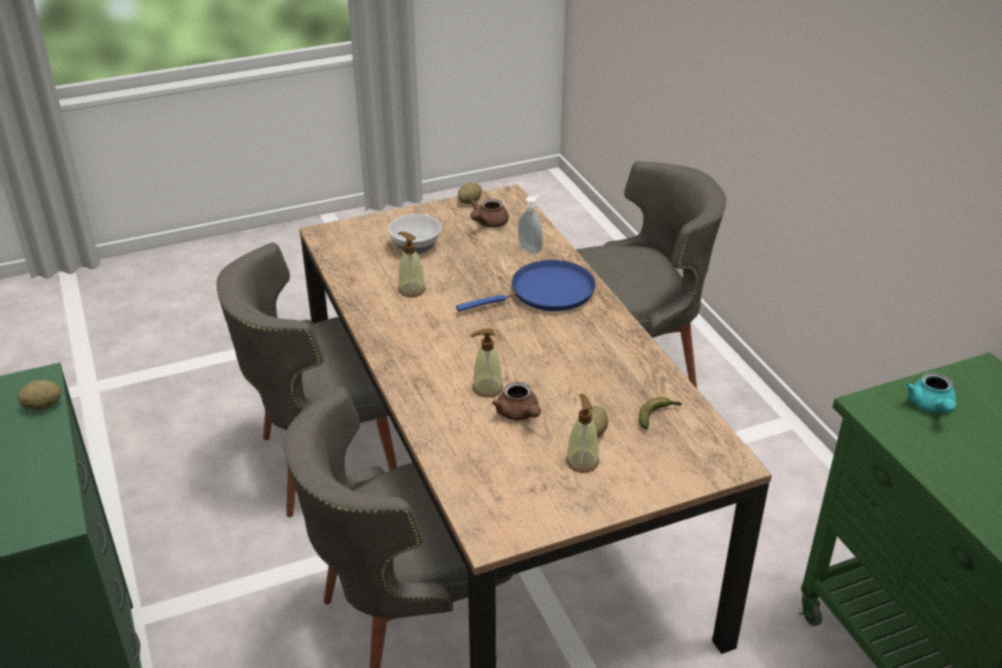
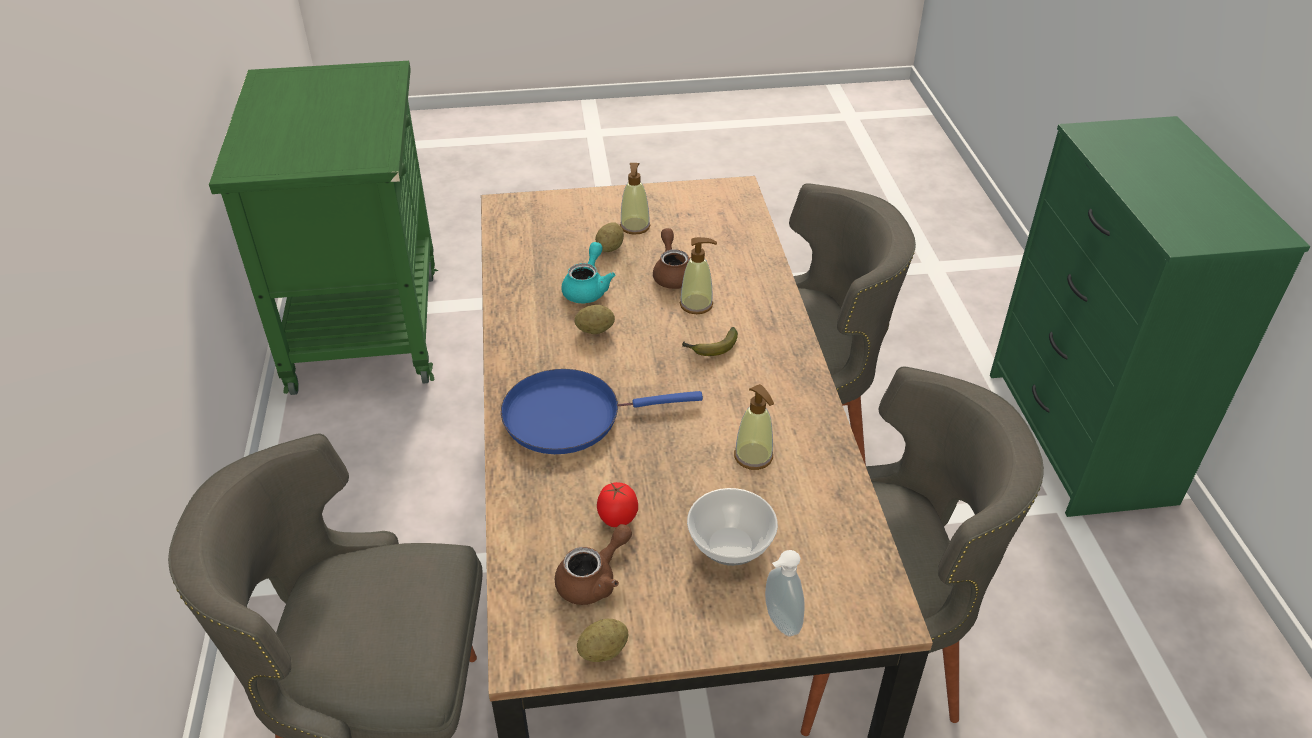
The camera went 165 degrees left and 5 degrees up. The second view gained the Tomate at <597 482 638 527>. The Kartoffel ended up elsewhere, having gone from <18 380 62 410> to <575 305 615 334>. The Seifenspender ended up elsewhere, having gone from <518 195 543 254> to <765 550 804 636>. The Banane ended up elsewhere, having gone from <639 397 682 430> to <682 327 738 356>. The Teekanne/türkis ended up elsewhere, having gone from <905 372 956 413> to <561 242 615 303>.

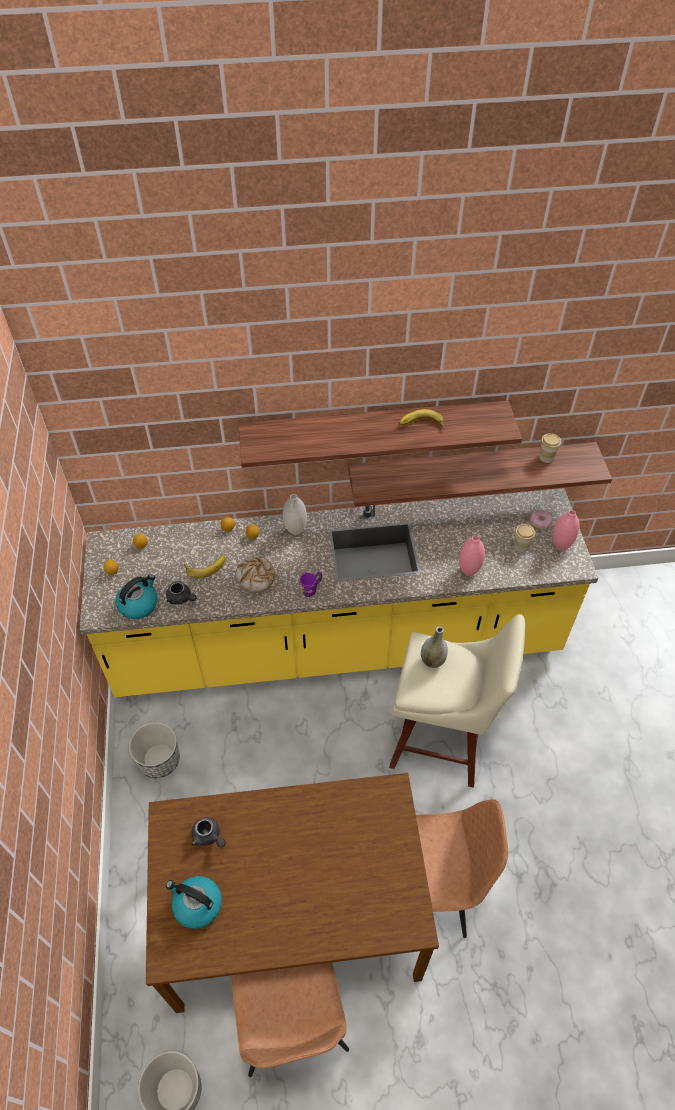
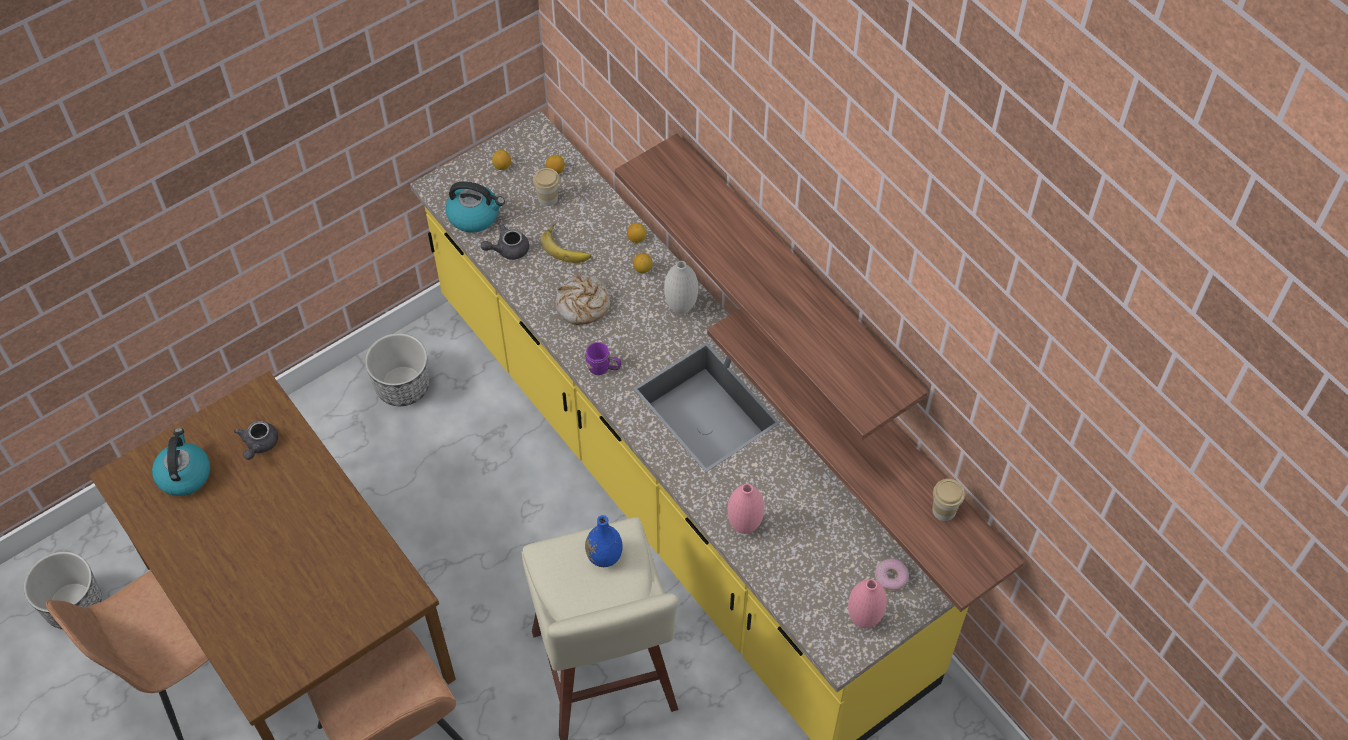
The camera went 60 degrees right and 5 degrees up. The second view lost the Banane at <399 409 444 429>. The Tasse ended up elsewhere, having gone from <514 524 535 552> to <533 168 560 206>. What was the Vase/grau at <421 626 448 668> turned into the Vase/blau at <585 515 623 567>. The Teekanne/grau at <166 581 197 604> ended up facing another way, 60 degrees clockwise from before.

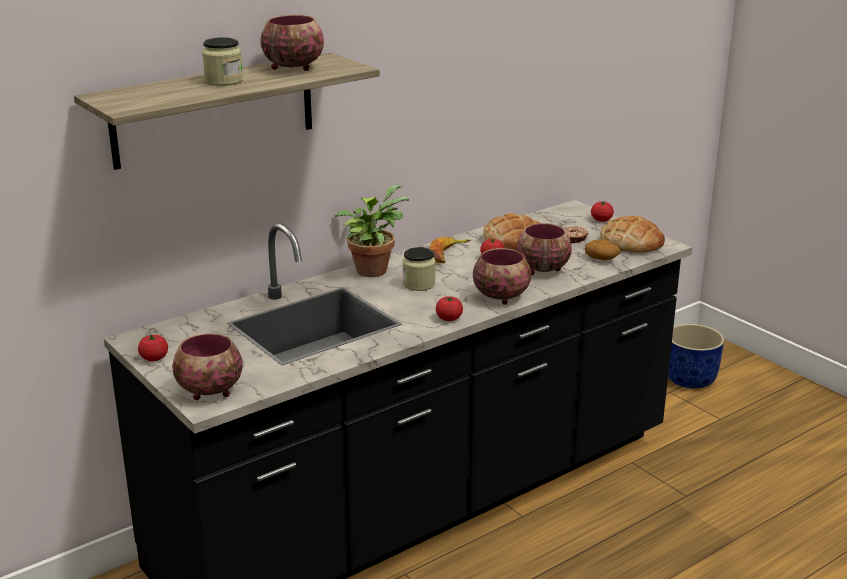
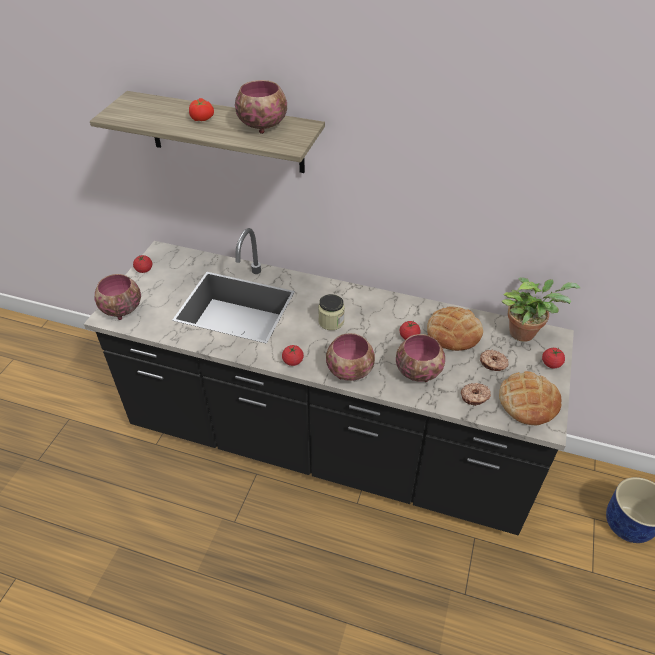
The camera went 55 degrees right and 20 degrees up. The second view lost the Banane at <430 237 471 263>. The Topfpflanze ended up elsewhere, having gone from <334 184 409 277> to <502 277 580 342>. Where the Vorratsglas stood at <202 38 243 86>, the Tomate came to stand at <189 98 214 121>. Where the Kartoffel stood at <585 240 620 260>, the Donut came to stand at <461 383 491 406>.

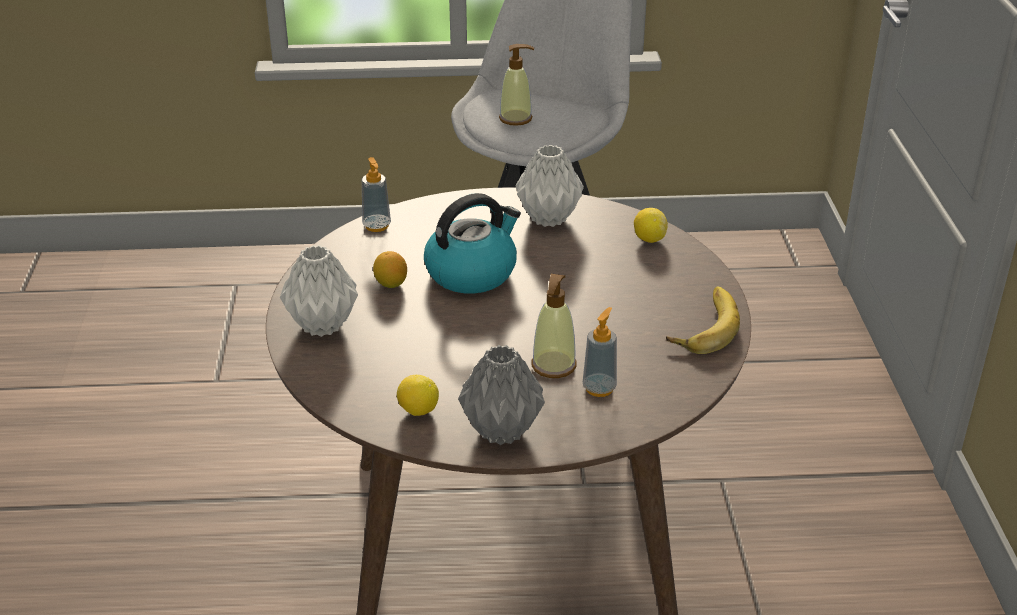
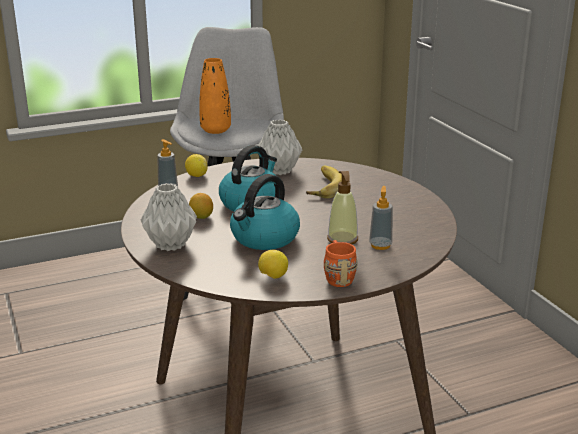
The camera went 20 degrees left and 10 degrees down. The second view gained the Wasserkessel at <230 174 300 250>. The Zitrone ended up elsewhere, having gone from <634 208 668 243> to <185 154 208 177>. The Banane ended up elsewhere, having gone from <666 287 740 354> to <306 166 342 198>. Where the Vase/grau stood at <458 345 545 445>, the Henkelbecher/orange came to stand at <324 240 358 287>. Where the Seifenspender stood at <499 44 534 126>, the Vase/orange came to stand at <199 58 231 134>.

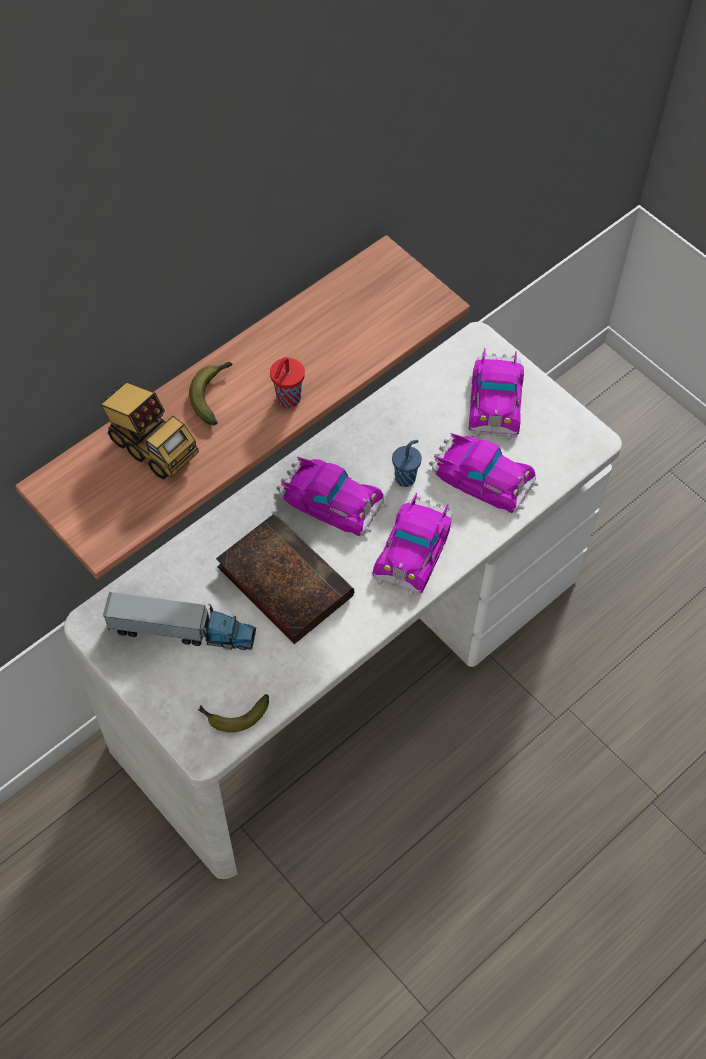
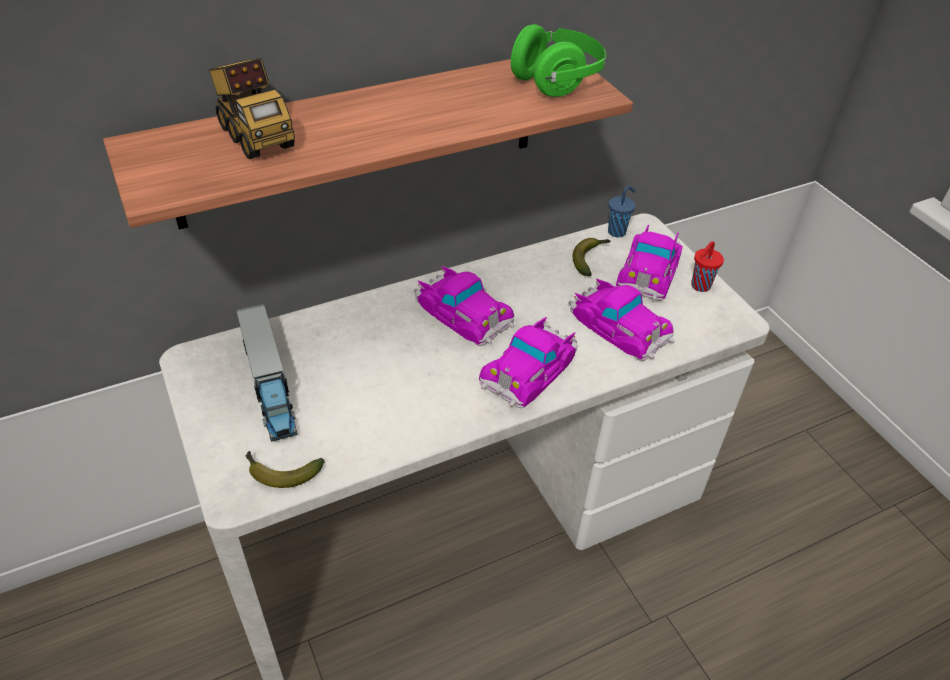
The camera went 15 degrees right and 15 degrees down. The second view lost the Buch at <216 514 354 644>. The second view gained the Kopfhörer/grün at <511 24 606 97>. The Banane ended up elsewhere, having gone from <189 362 233 425> to <573 238 610 276>. The Tasse/rot ended up elsewhere, having gone from <270 357 305 408> to <691 241 724 292>. The Tasse/blau ended up elsewhere, having gone from <392 440 422 487> to <608 186 636 237>. The Spielzeuglaster at <103 592 256 650> ended up facing another way, 45 degrees clockwise from before.

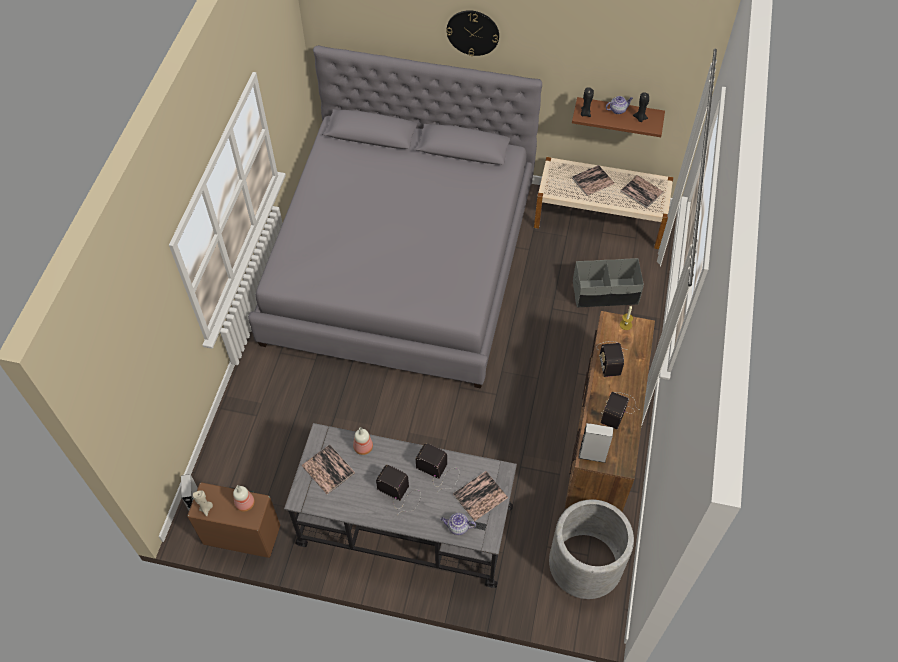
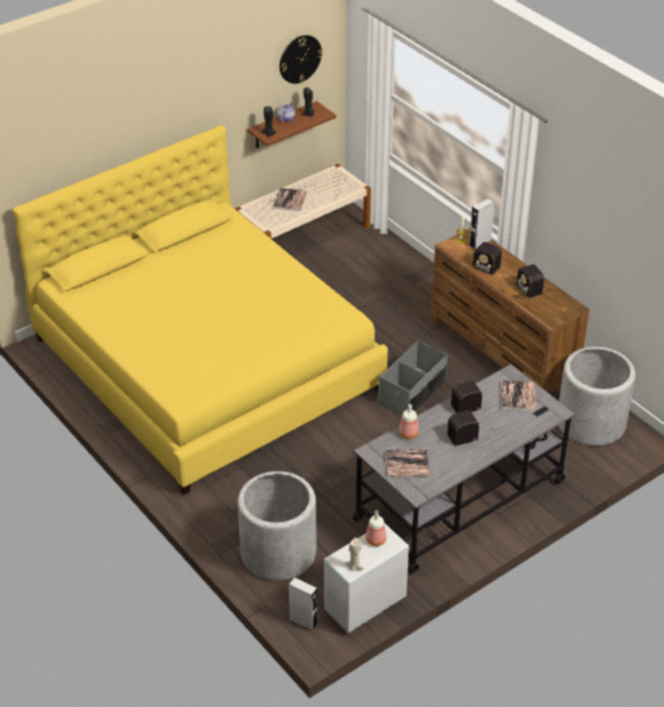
The camera went 50 degrees left and 15 degrees down. The second view lost the Teekanne at <441 513 476 535>. The second view lost the Buch at <621 175 664 208>. The second view gained the Pflanzkübel/grau at <238 471 317 581>. The Wanduhr ended up elsewhere, having gone from <446 10 499 56> to <279 35 323 84>. The Aufbewahrungsbox/grau ended up elsewhere, having gone from <573 258 644 308> to <378 341 448 415>. The Lautsprecher/grau ended up elsewhere, having gone from <579 423 614 463> to <469 198 495 249>. What was the Nachttisch/braun at <187 482 280 558> turned into the Nachttisch/weiß at <324 523 409 633>. What was the Bett/grau at <248 45 542 389> turned into the Bett/gelb at <13 125 388 495>.

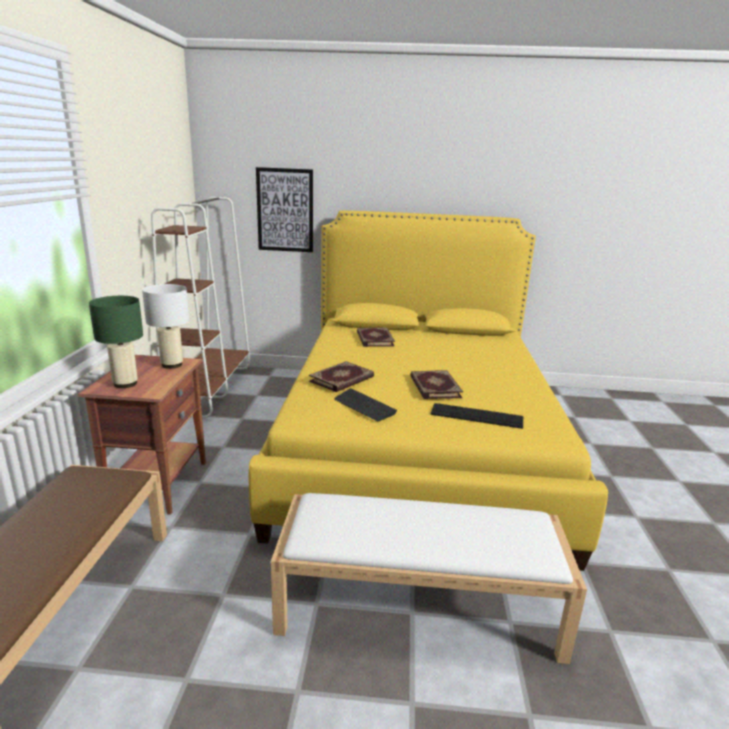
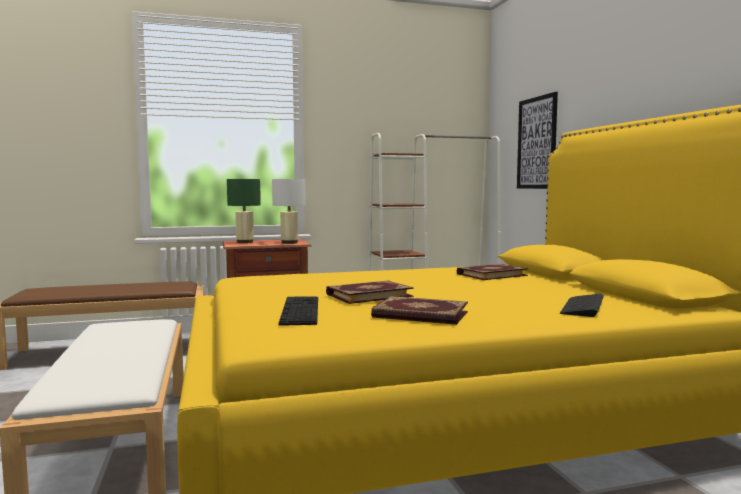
The camera went 70 degrees right and 15 degrees down. The Buch ended up elsewhere, having gone from <309 361 374 392> to <371 296 468 325>. The Tastatur ended up elsewhere, having gone from <334 388 397 421> to <560 294 604 317>.

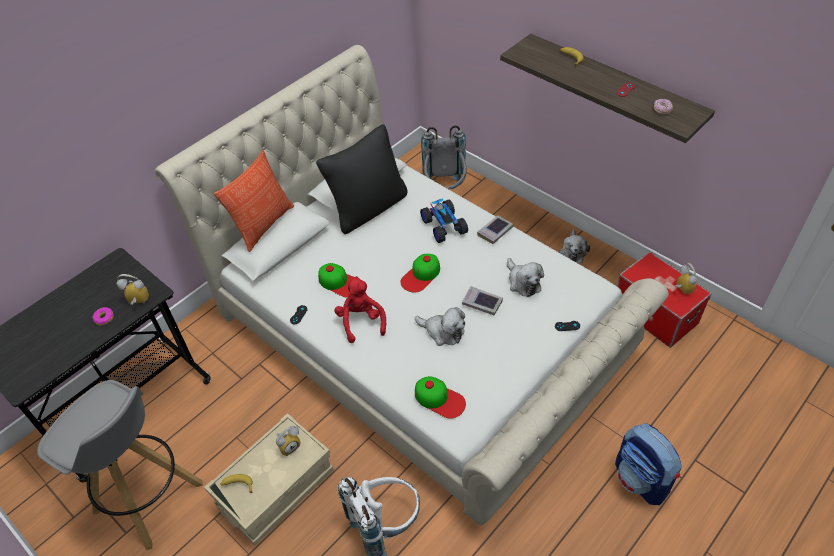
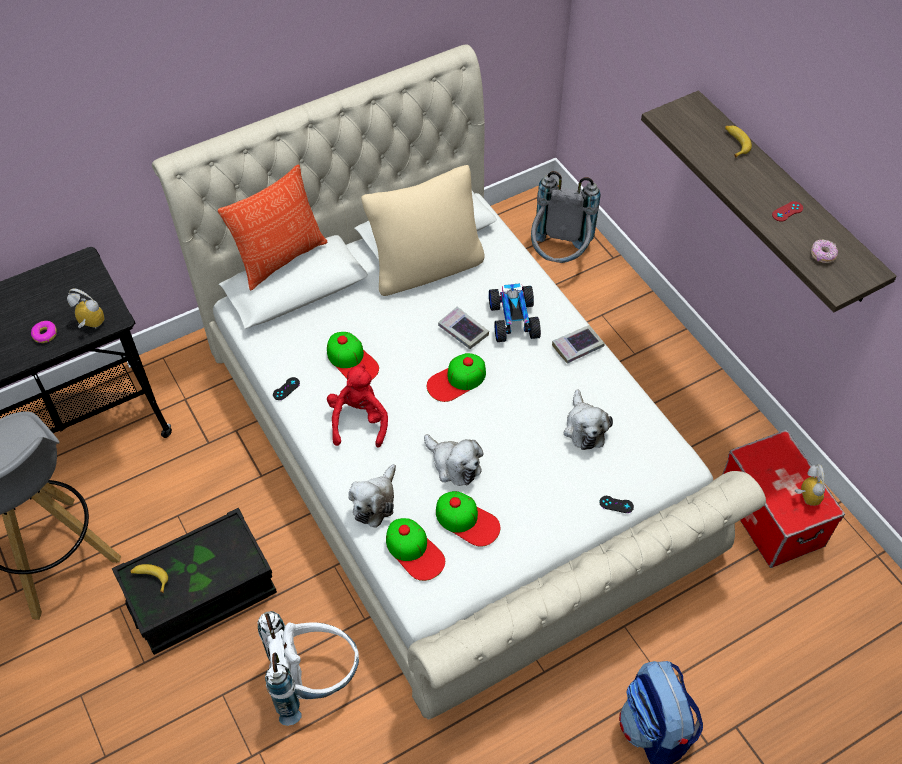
The camera went 15 degrees right and 5 degrees up. The second view lost the Wecker at <276 426 300 456>. The second view gained the Kappe at <436 491 500 547>. The Buch ended up elsewhere, having gone from <462 286 503 315> to <438 307 489 349>. The Plüschtier ended up elsewhere, having gone from <559 230 590 264> to <348 464 396 528>. What was the Aufbewahrungsbox/beige at <204 413 334 545> turned into the Aufbewahrungsbox/schwarz at <112 508 277 655>. What was the Kissen/schwarz at <316 124 407 234> turned into the Kissen/beige at <361 165 485 296>.

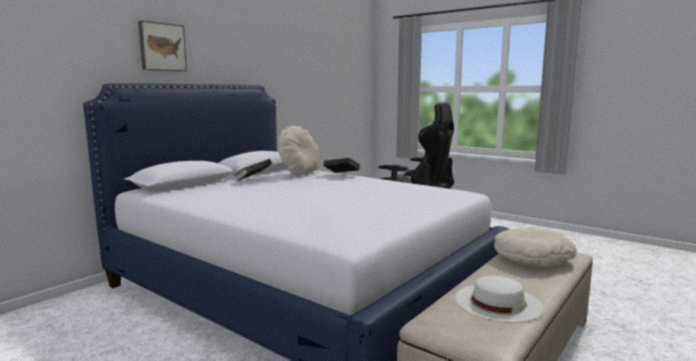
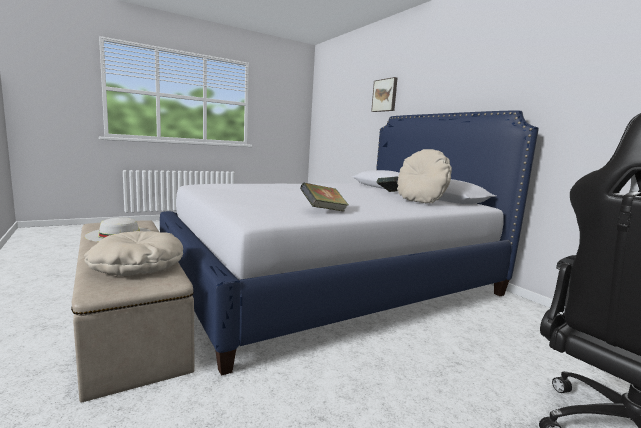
The camera went 110 degrees right and 0 degrees up. The Bild ended up elsewhere, having gone from <138 20 187 71> to <371 77 398 112>. The Buch ended up elsewhere, having gone from <323 158 360 173> to <300 182 349 212>.

